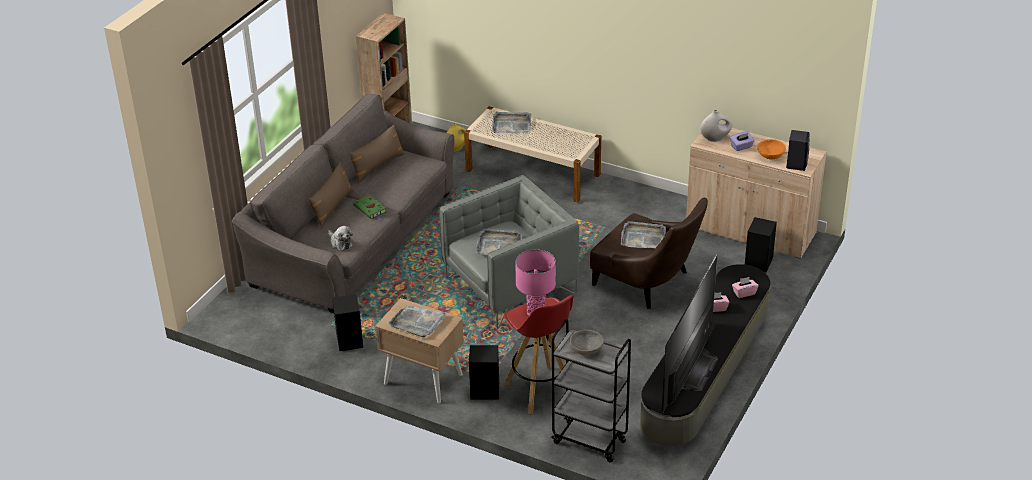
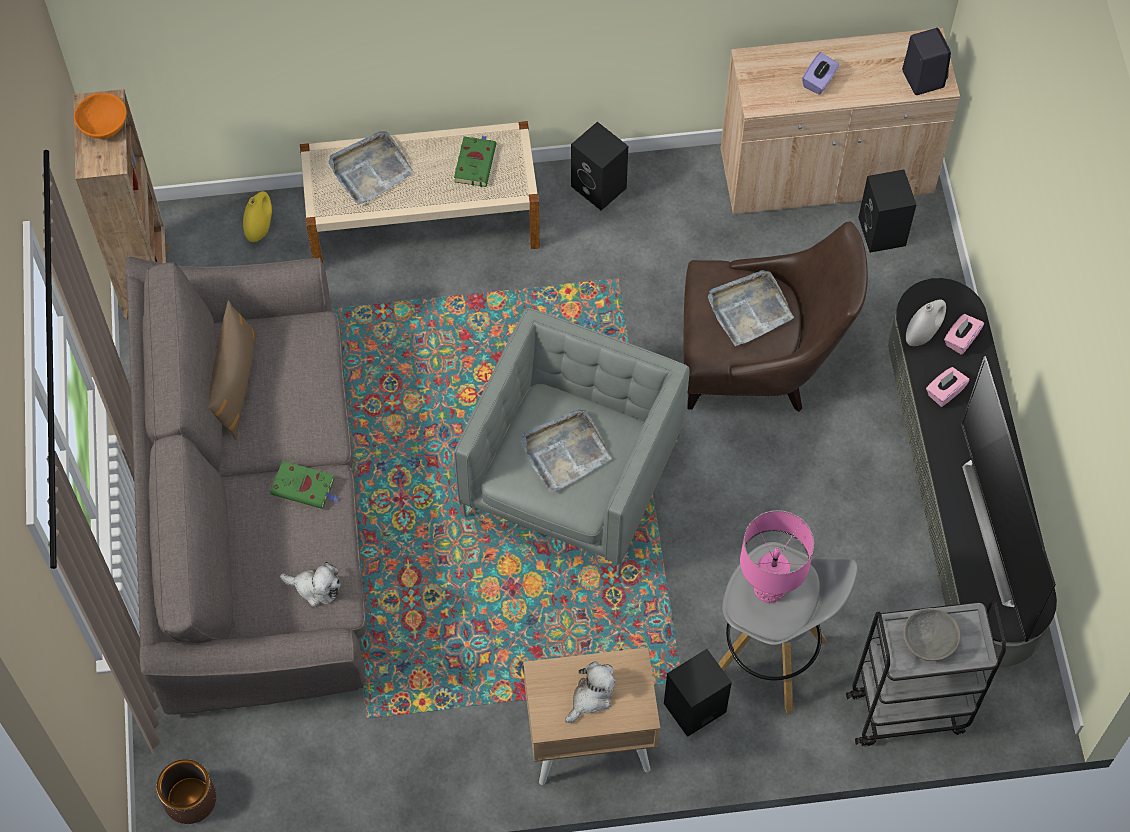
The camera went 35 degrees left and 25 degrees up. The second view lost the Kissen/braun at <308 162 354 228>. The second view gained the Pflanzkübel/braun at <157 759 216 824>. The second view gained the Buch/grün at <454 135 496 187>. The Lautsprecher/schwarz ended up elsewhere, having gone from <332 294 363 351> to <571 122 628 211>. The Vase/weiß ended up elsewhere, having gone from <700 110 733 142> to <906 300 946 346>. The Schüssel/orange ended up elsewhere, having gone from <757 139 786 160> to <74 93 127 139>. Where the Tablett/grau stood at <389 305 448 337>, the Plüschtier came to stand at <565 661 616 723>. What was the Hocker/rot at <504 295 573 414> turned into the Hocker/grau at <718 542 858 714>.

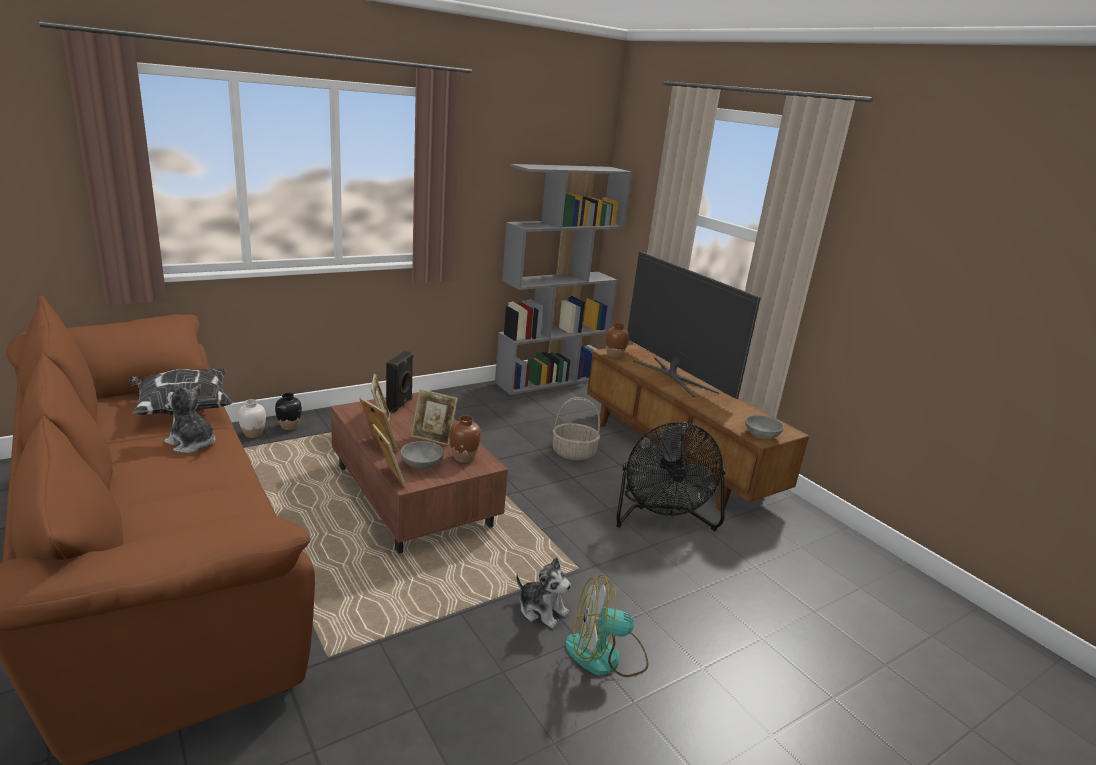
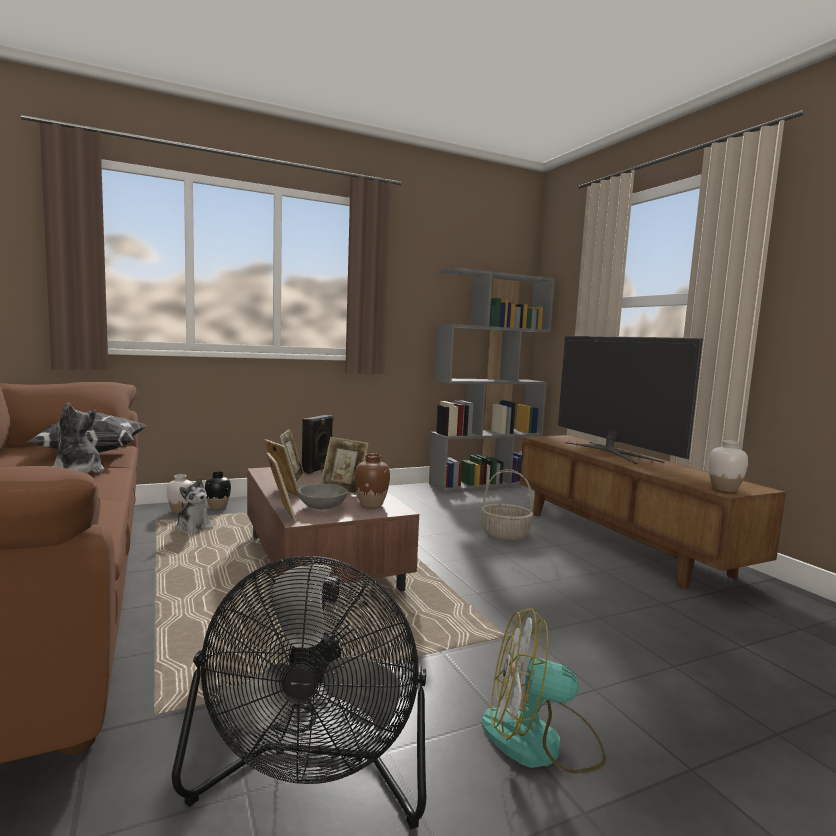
The camera went 10 degrees right and 15 degrees down. The second view lost the Vase/braun at <606 323 629 358>. The Plüschtier ended up elsewhere, having gone from <516 557 571 628> to <176 478 214 533>. The Ventilator/schwarz ended up elsewhere, having gone from <617 422 726 531> to <172 556 426 829>. Where the Schüssel/grau stood at <745 415 784 439>, the Vase/weiß came to stand at <709 440 748 492>.

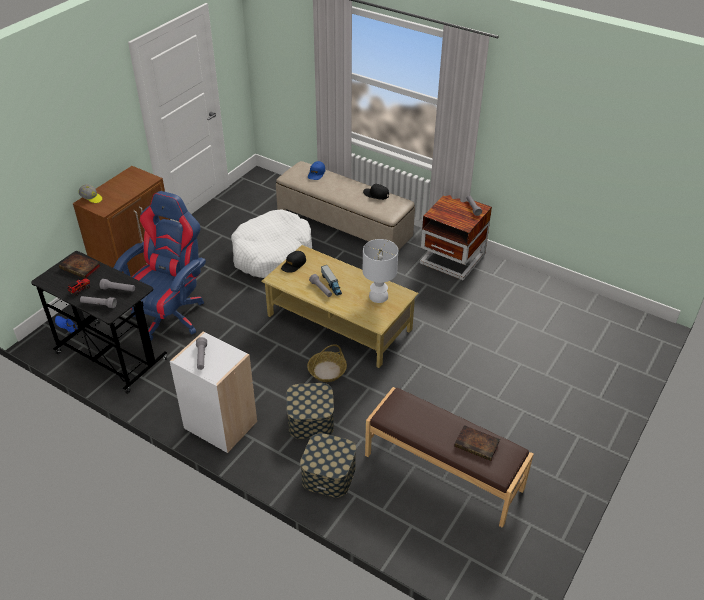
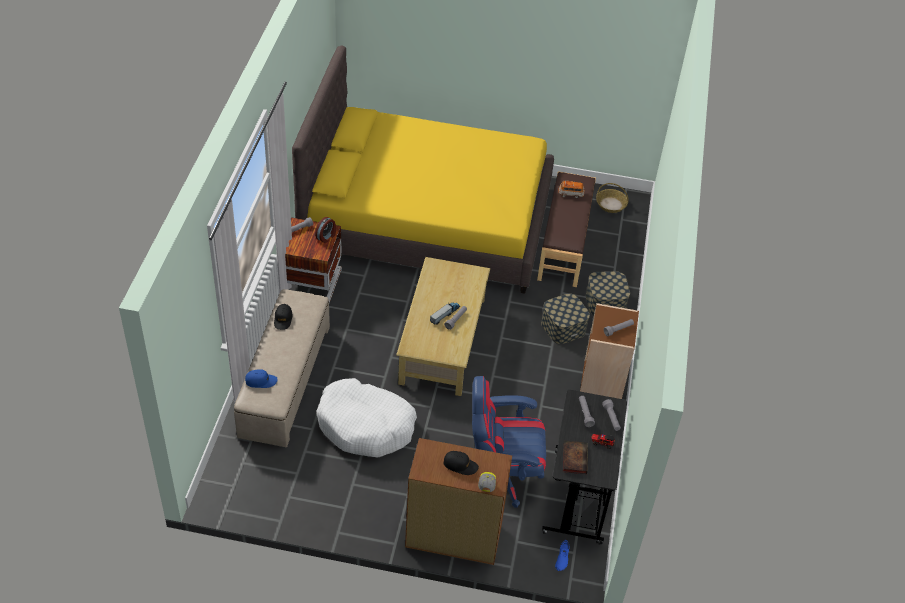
The camera went 115 degrees left and 5 degrees up. The second view lost the Tischlampe/weiß at <363 239 398 303>. The second view gained the Bett/gelb at <292 45 554 294>. The second view gained the Wecker at <315 217 336 243>. The Kappe/schwarz ended up elsewhere, having gone from <281 251 306 273> to <444 451 479 475>. The Korb ended up elsewhere, having gone from <307 344 347 382> to <596 183 629 213>. Where the Buch stood at <454 425 500 461>, the Spielzeugauto came to stand at <558 180 585 199>. What was the Bücherregal/weiß at <170 332 257 453> turned into the Bücherregal/braun at <580 303 639 399>.

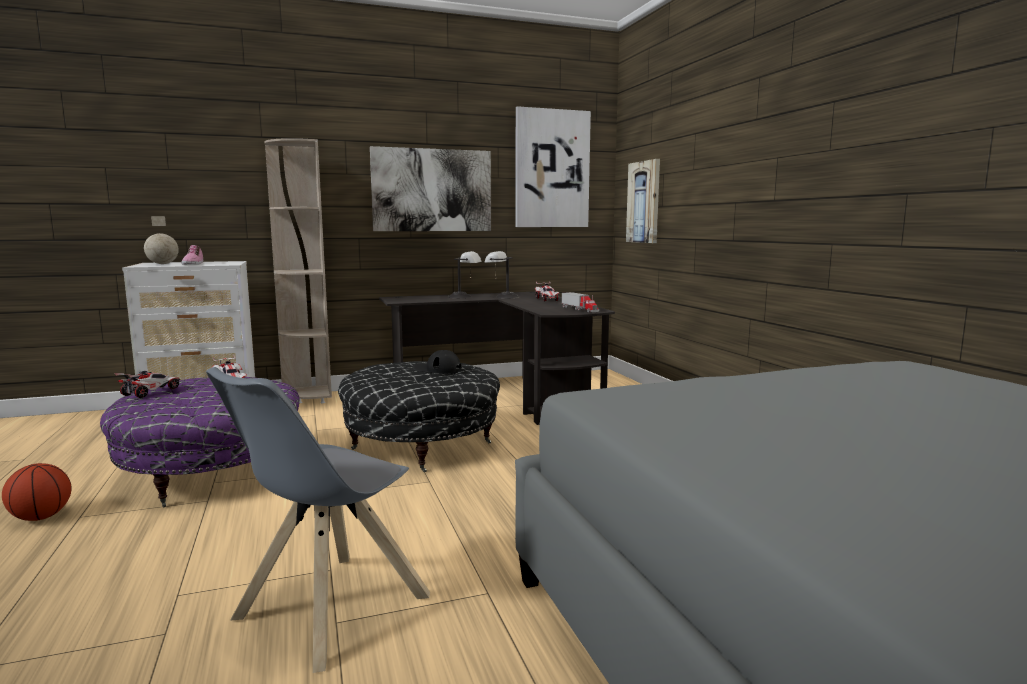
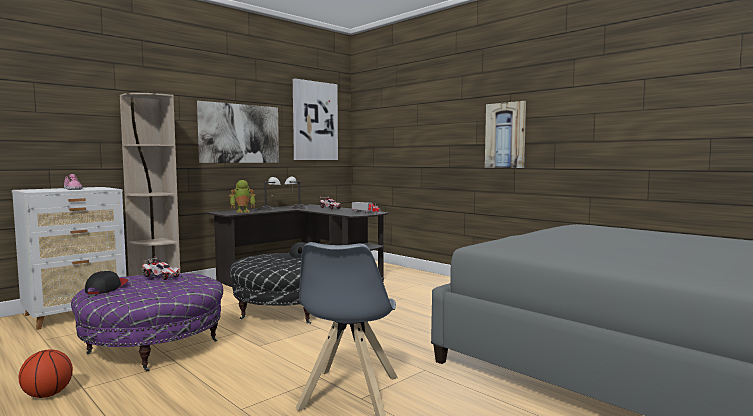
The camera went 25 degrees left and 5 degrees down. The second view lost the Globus at <144 216 179 264>. The second view gained the Spielzeugroboter at <229 180 255 213>. The Bild ended up elsewhere, having gone from <626 159 660 243> to <485 101 526 168>. Where the Spielzeugauto stood at <114 371 180 398>, the Kappe came to stand at <85 271 128 294>.

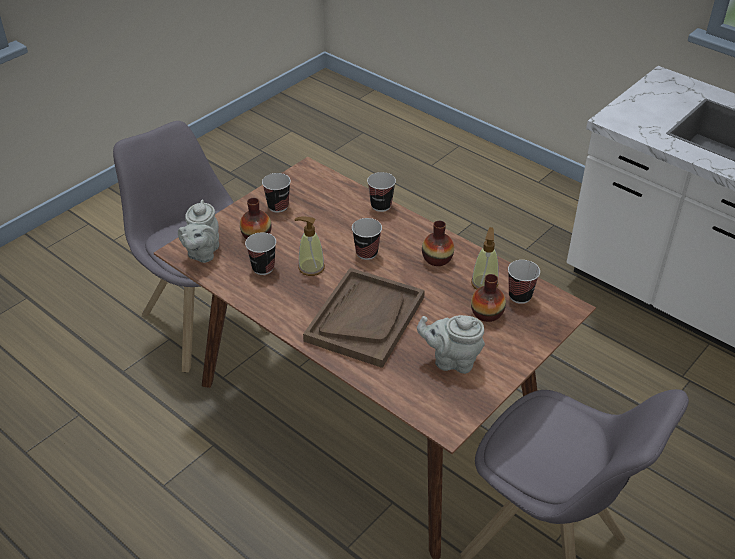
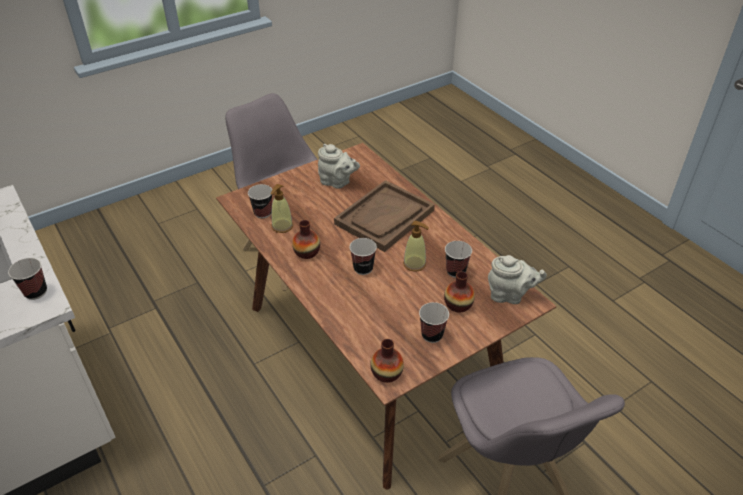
The camera went 165 degrees left and 0 degrees up. The Tasse ended up elsewhere, having gone from <367 172 396 212> to <8 258 47 300>. The Vase ended up elsewhere, having gone from <471 274 506 322> to <370 339 404 383>. The Teekanne/grau at <178 200 219 263> ended up facing another way, 75 degrees clockwise from before.

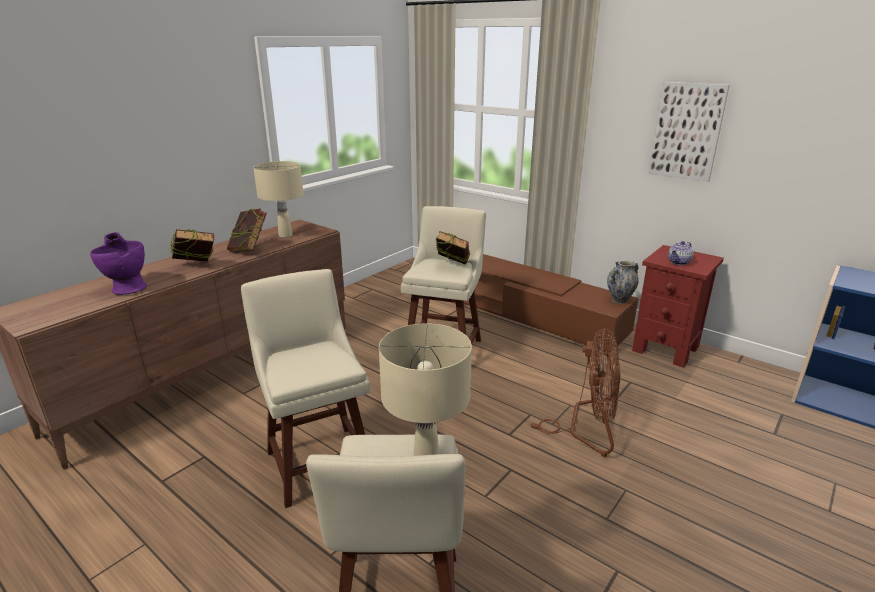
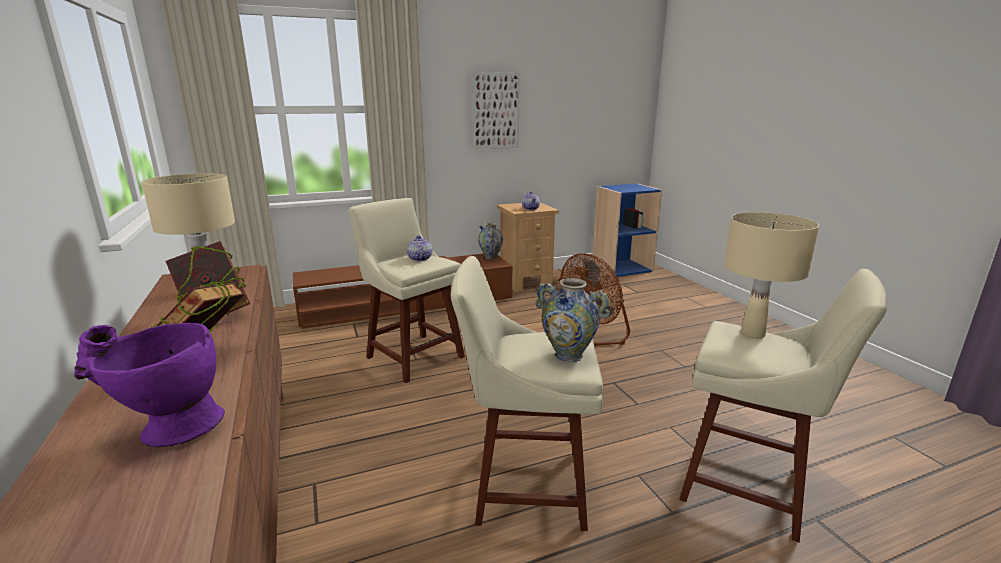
The camera went 60 degrees left and 5 degrees down. The second view gained the Vase at <536 278 611 362>. Where the Buch stood at <436 231 470 265>, the Teekanne came to stand at <407 235 432 261>. What was the Nachttisch/rot at <632 245 724 368> turned into the Nachttisch/beige at <497 202 559 292>.

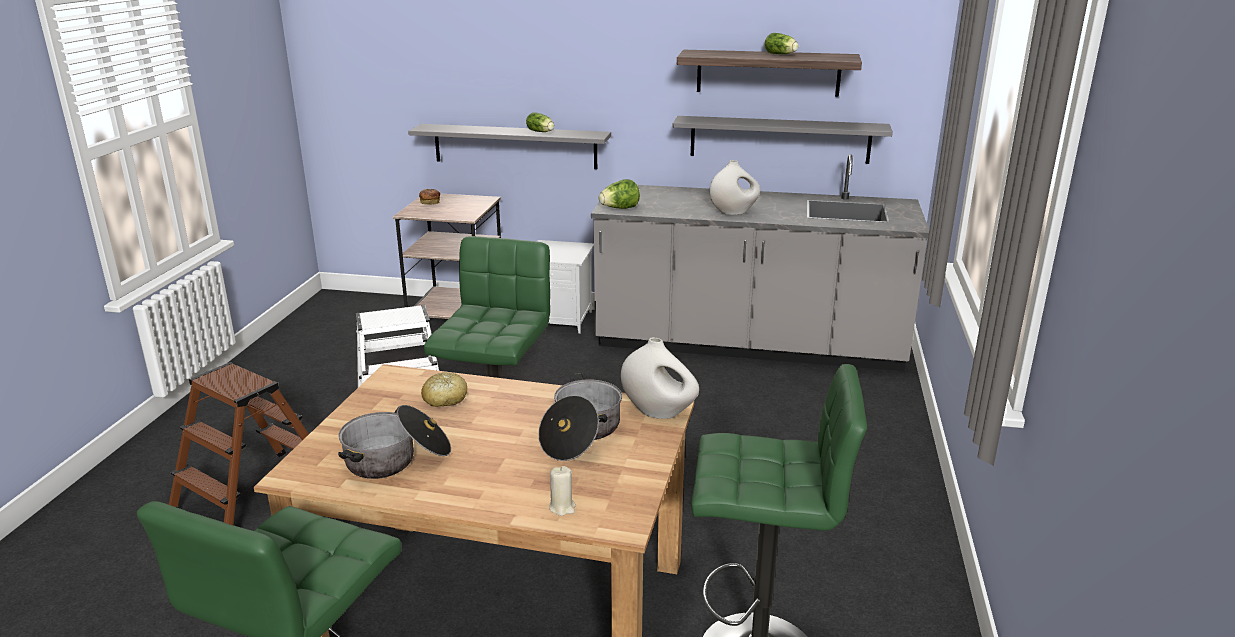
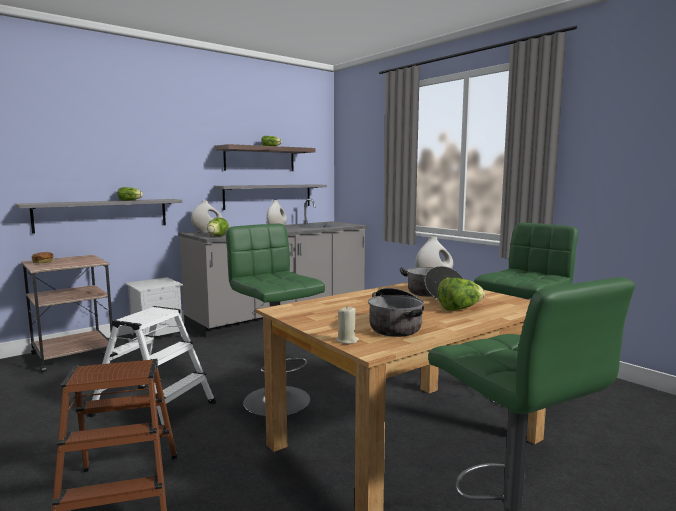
The camera went 50 degrees left and 15 degrees down. The second view lost the Brot at <421 372 467 407>. The second view gained the Vase/weiß at <191 200 223 233>. The second view gained the Salatkopf at <437 278 485 311>. The Kerze/beige ended up elsewhere, having gone from <549 466 576 516> to <336 306 359 344>.

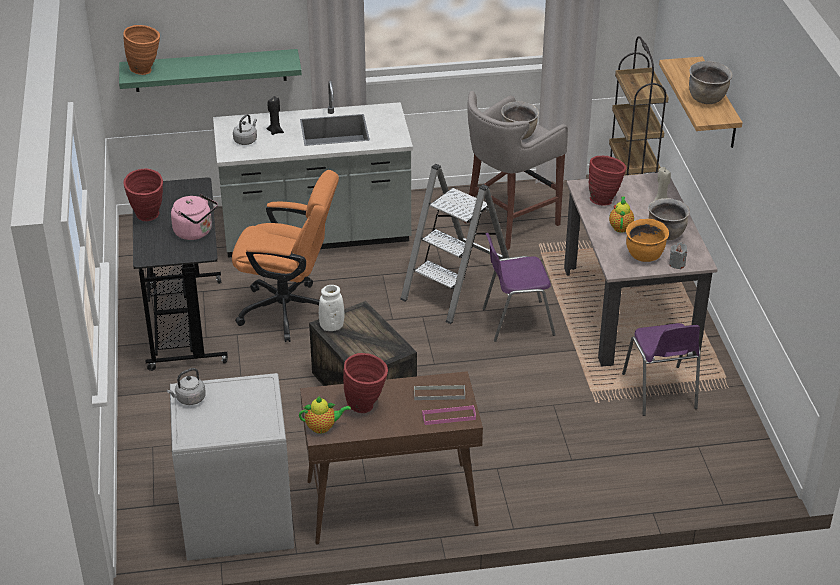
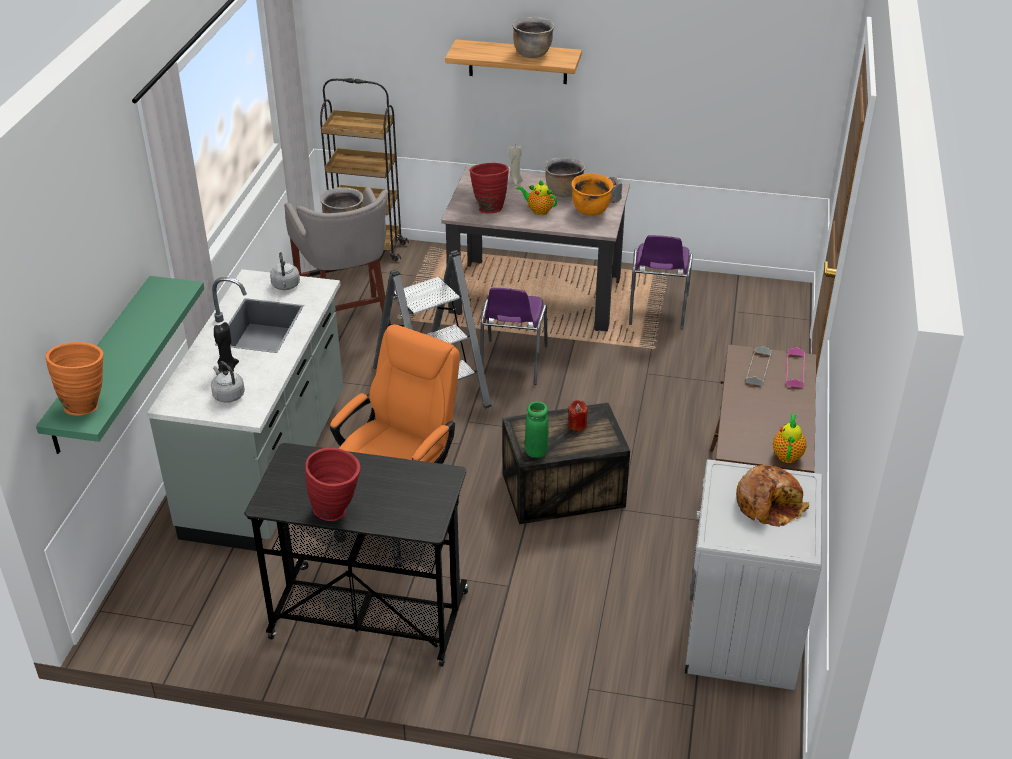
The camera went 70 degrees left and 0 degrees up. The second view lost the Wasserkessel/rosa at <171 194 218 240>. The second view lost the Vase/rot at <343 353 388 413>. The second view gained the Kerze/rot at <568 400 588 431>. The second view gained the Brot at <736 465 809 527>. The Wasserkessel/grau ended up elsewhere, having gone from <167 368 206 405> to <270 252 300 290>. What was the Vase/weiß at <319 285 344 331> turned into the Vase/grün at <525 401 549 458>. The Stuhl/lila at <622 323 701 416> ended up facing another way, 90 degrees clockwise from before.

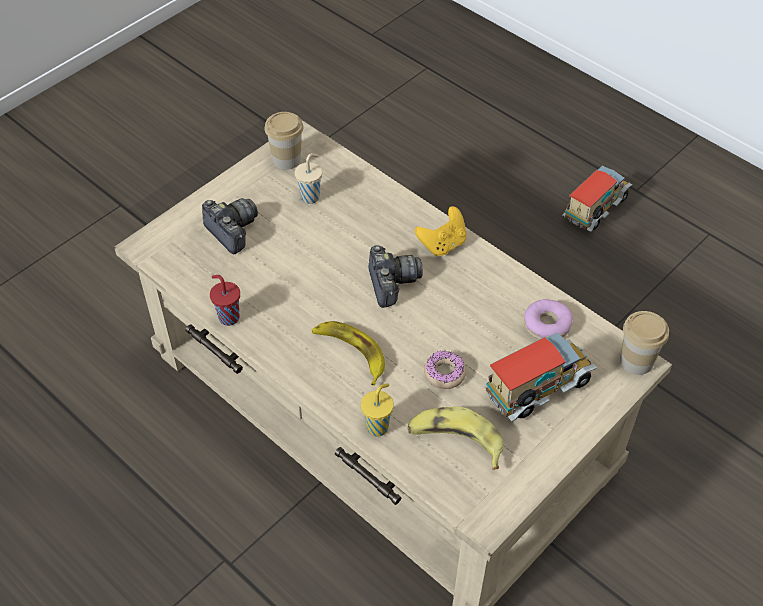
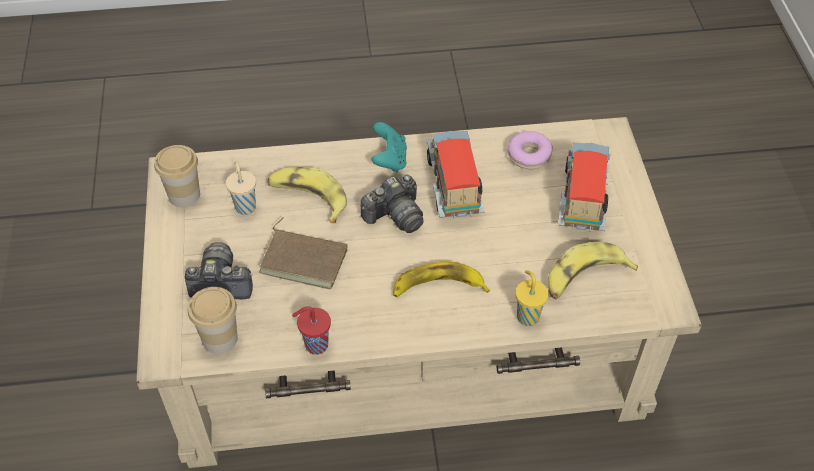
The camera went 50 degrees left and 0 degrees up. The second view lost the Donut at <424 350 467 389>. The second view gained the Buch/braun at <259 217 348 289>. The second view gained the Banane at <267 167 347 223>. The Spielzeuglaster ended up elsewhere, having gone from <562 166 632 232> to <426 131 485 218>. The Tasse ended up elsewhere, having gone from <620 311 669 375> to <188 287 238 354>. What was the Gamepad/gelb at <415 206 467 256> turned into the Gamepad/türkis at <371 122 407 172>. The Kamera at <369 246 423 308> ended up facing another way, 120 degrees clockwise from before.

